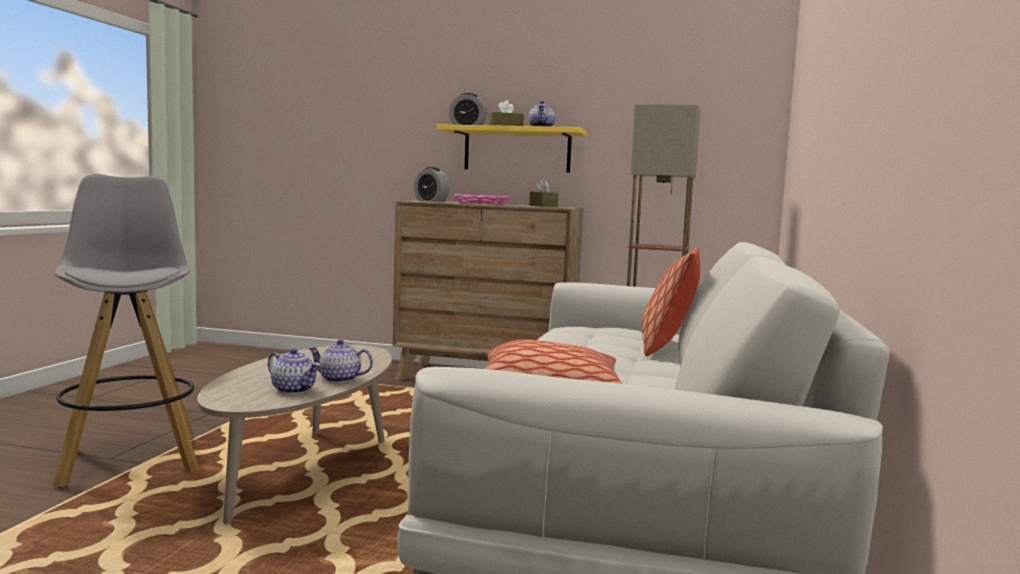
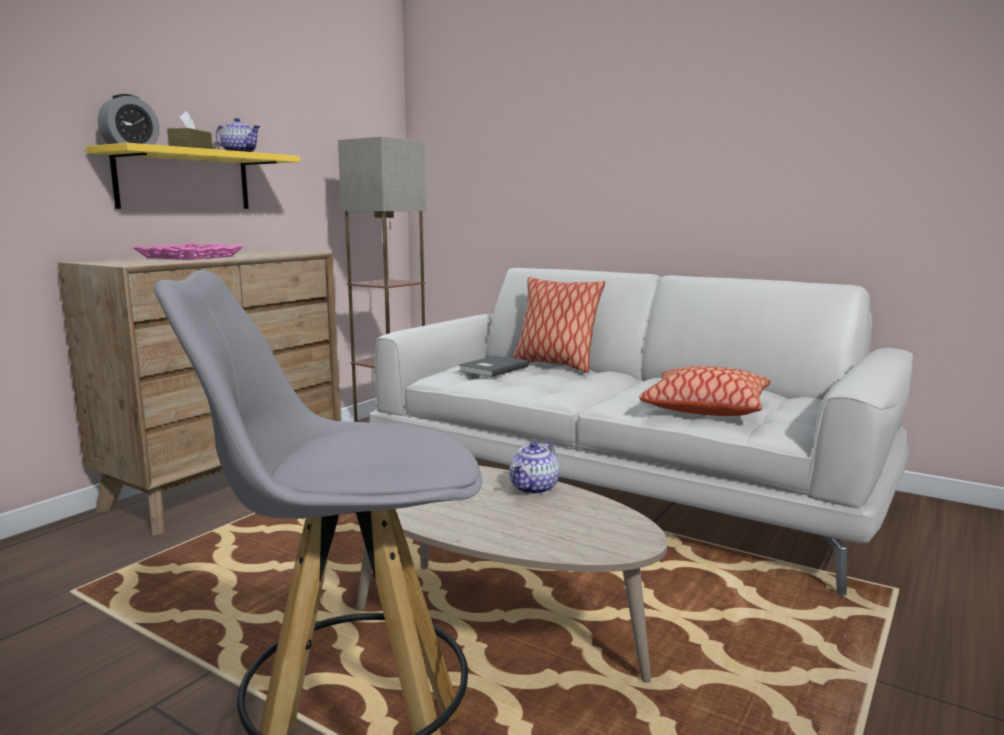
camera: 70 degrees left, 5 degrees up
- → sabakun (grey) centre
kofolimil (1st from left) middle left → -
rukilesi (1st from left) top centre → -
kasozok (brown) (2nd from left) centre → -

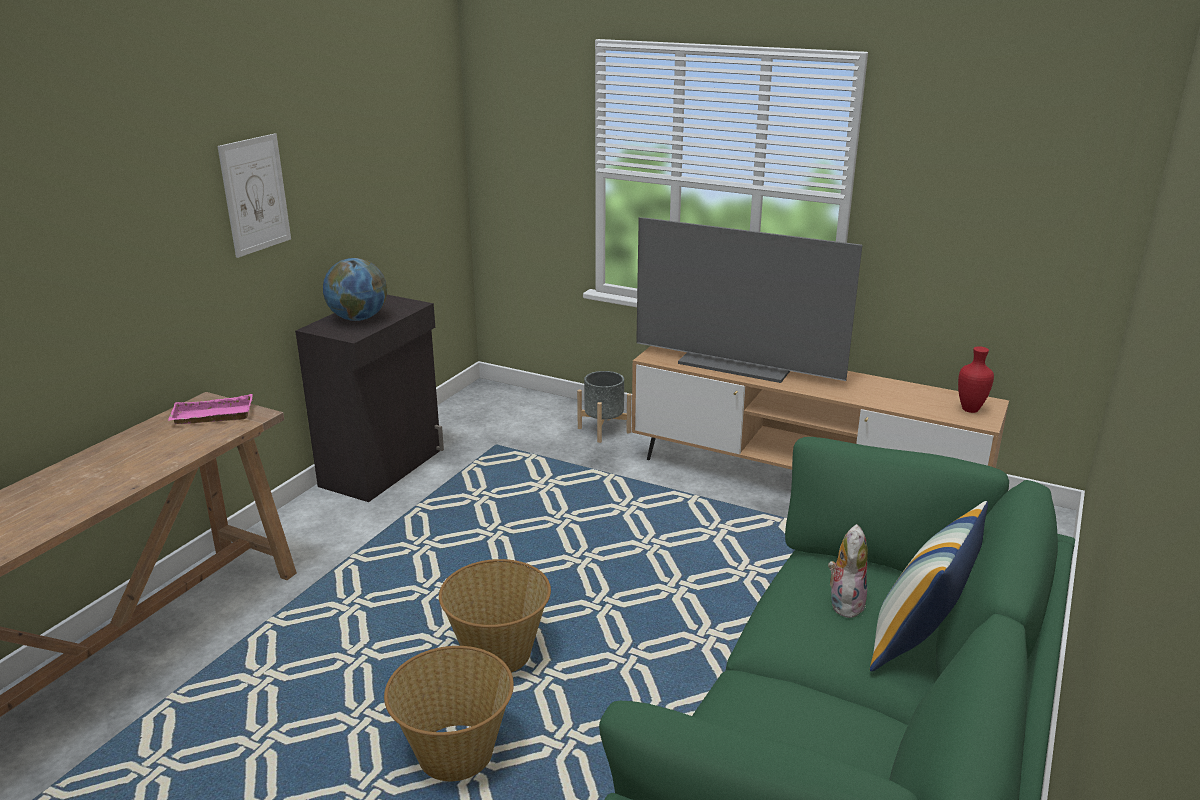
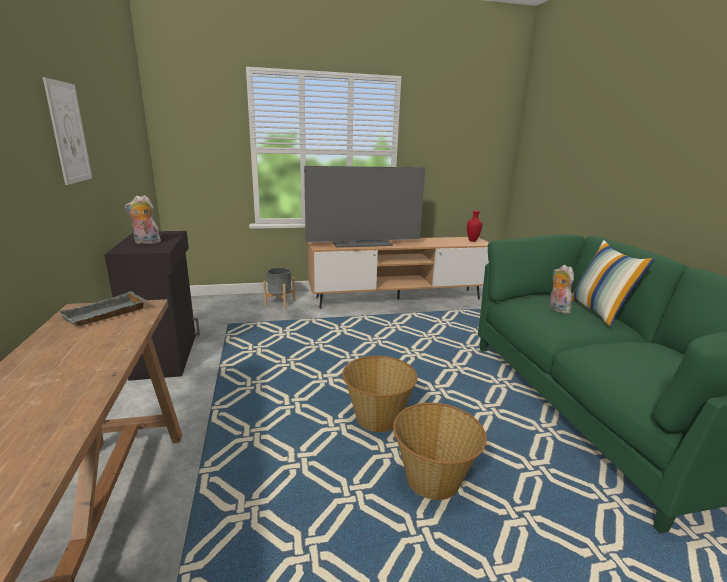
camera: 40 degrees left, 5 degrees down
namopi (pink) middle left → namopi (grey) middle left
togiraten middle left → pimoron (1st from left) middle left

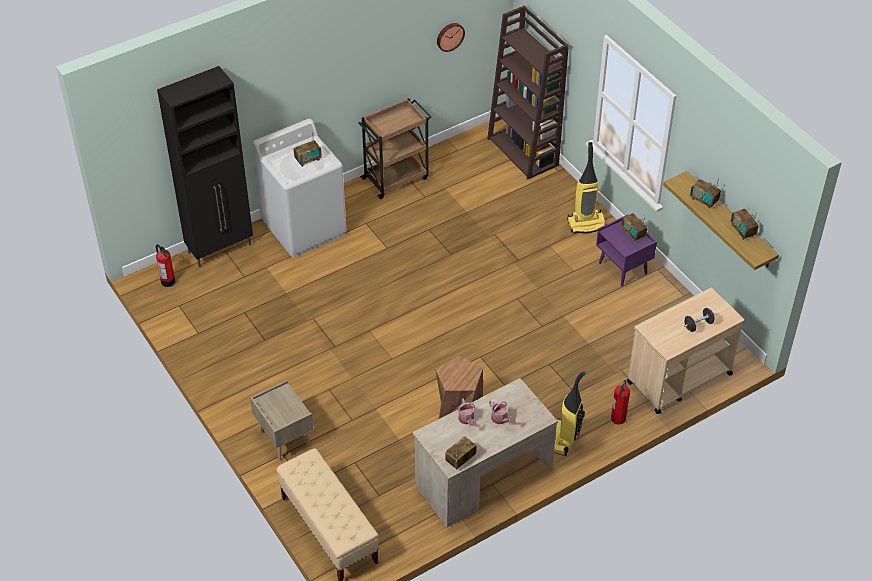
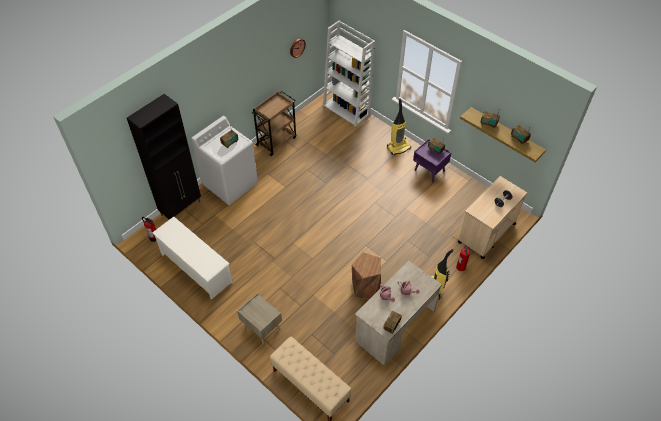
camera: 15 degrees left, 5 degrees up
- → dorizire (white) middle left
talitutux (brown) top centre → talitutux (white) top centre

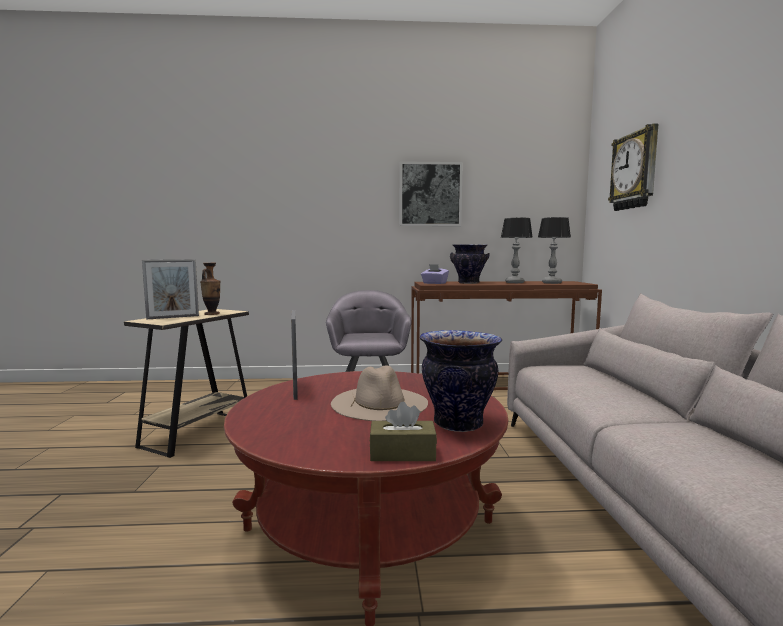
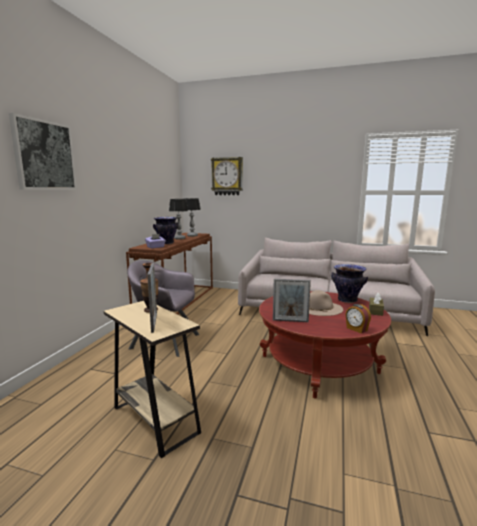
camera: 70 degrees left, 5 degrees up
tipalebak top centre → tipalebak top left, move
- → rukilesi middle right

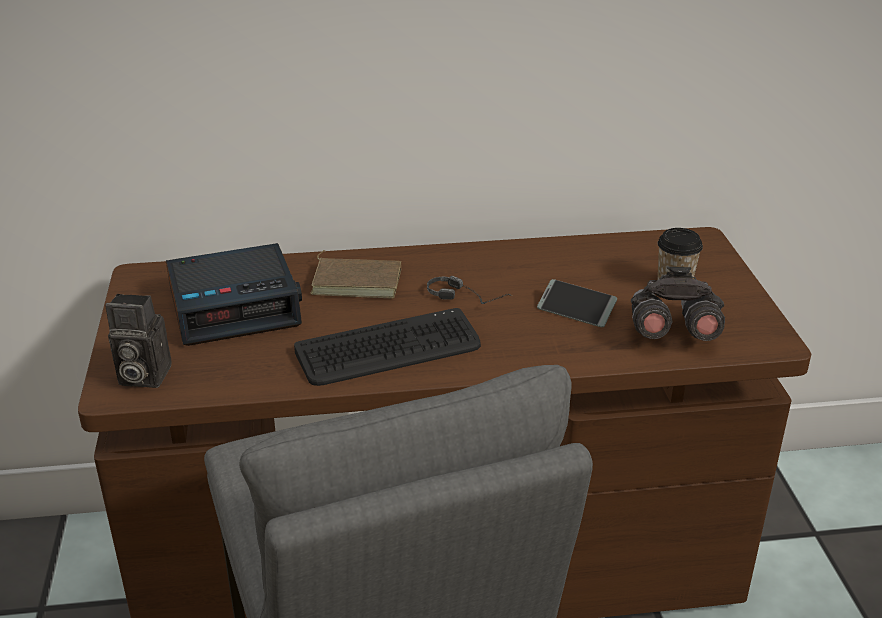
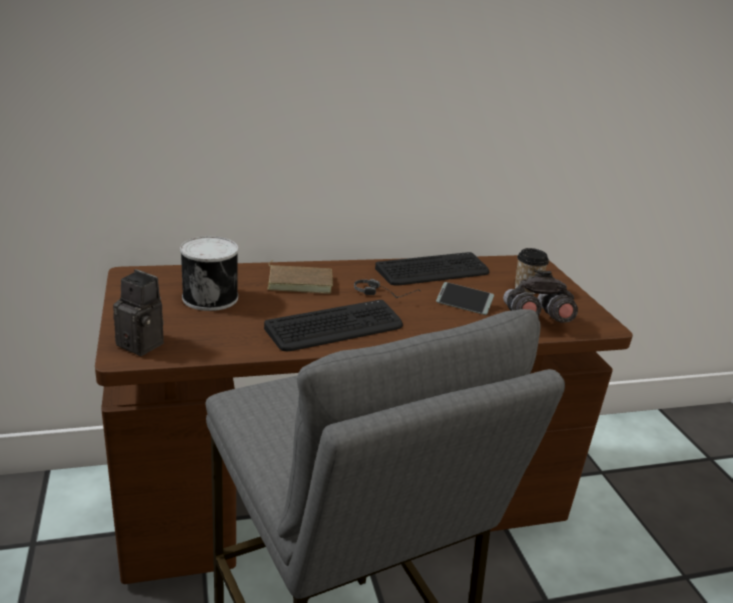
camera: 10 degrees left, 5 degrees down
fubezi middle left, 150 degrees counterclockwise
rukilesi middle left → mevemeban middle left
- → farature (2nd from left) centre

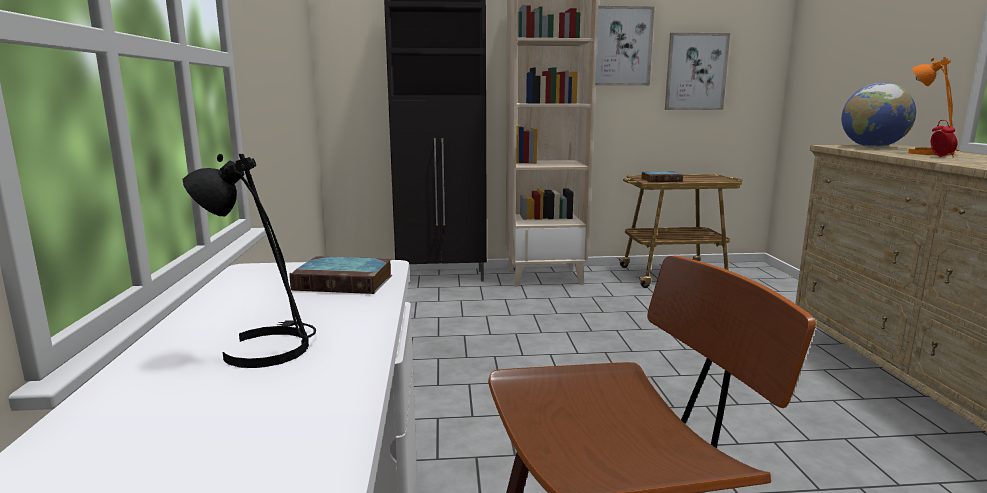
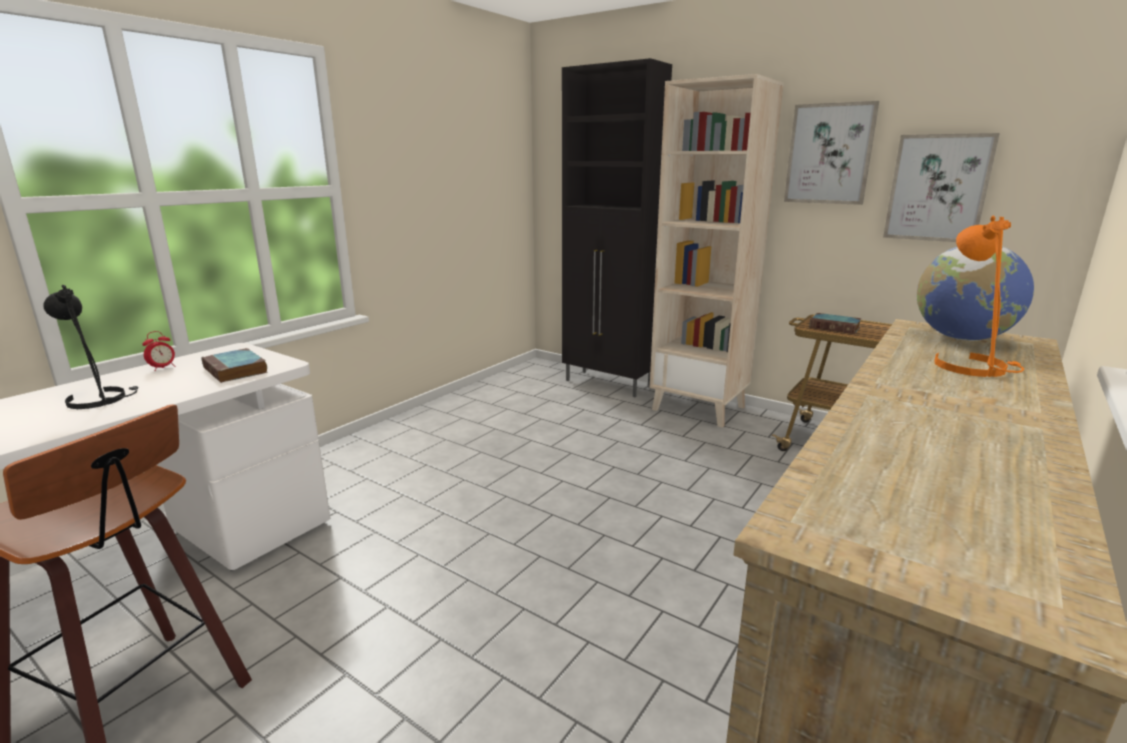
camera: 40 degrees right, 5 degrees up
rukilesi top right → rukilesi middle left, move

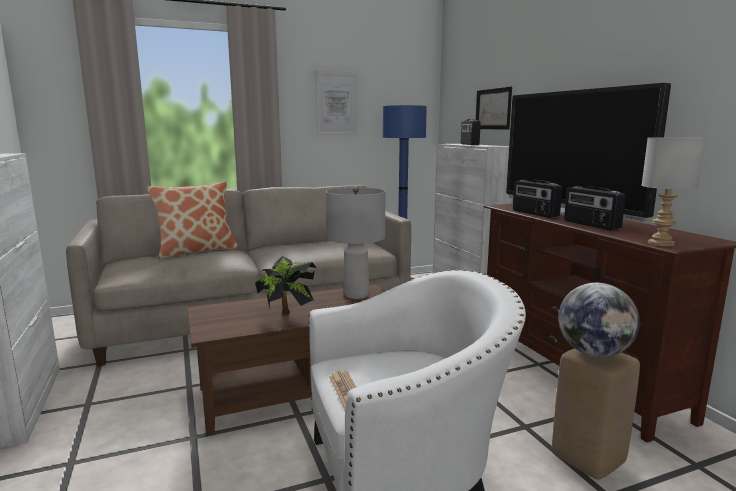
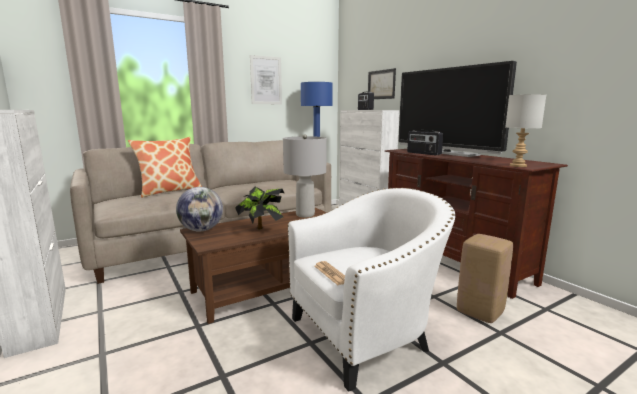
camera: 10 degrees left, 0 degrees up
togiraten middle right → togiraten middle left, move
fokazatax (3rd from left) middle right → -

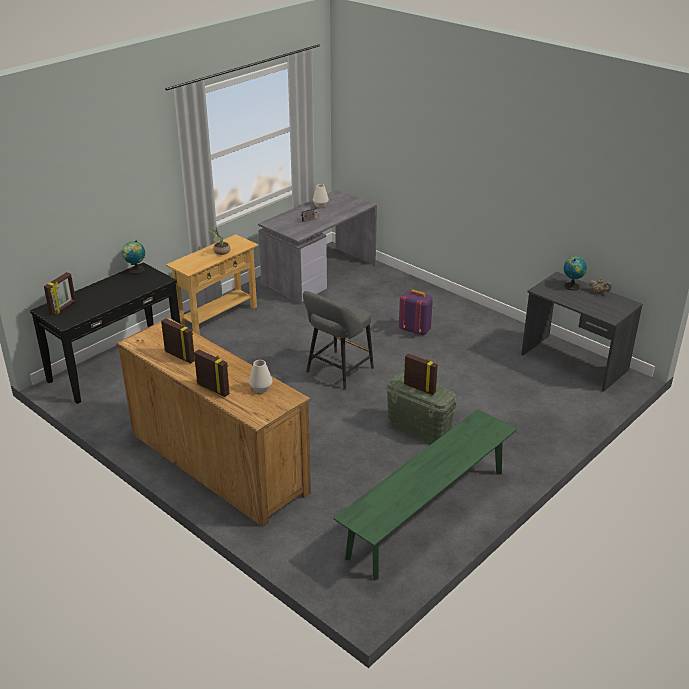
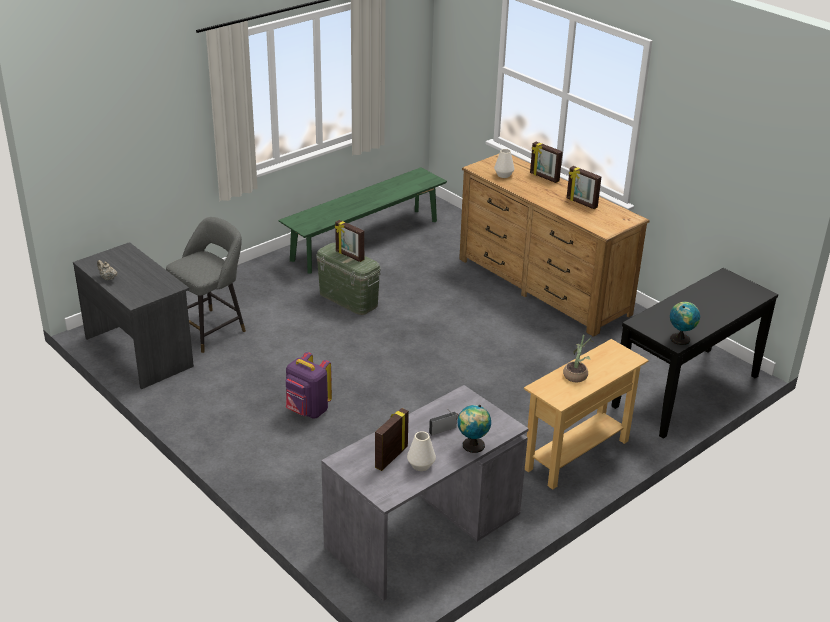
camera: 175 degrees left, 0 degrees up
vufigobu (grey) centre → vufigobu (grey) middle left, move
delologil (1st from left in the first image) middle left → delologil (2nd from left) bottom centre, move
togiraten (2nd from left in the first image) middle right → togiraten (1st from left) bottom centre, move

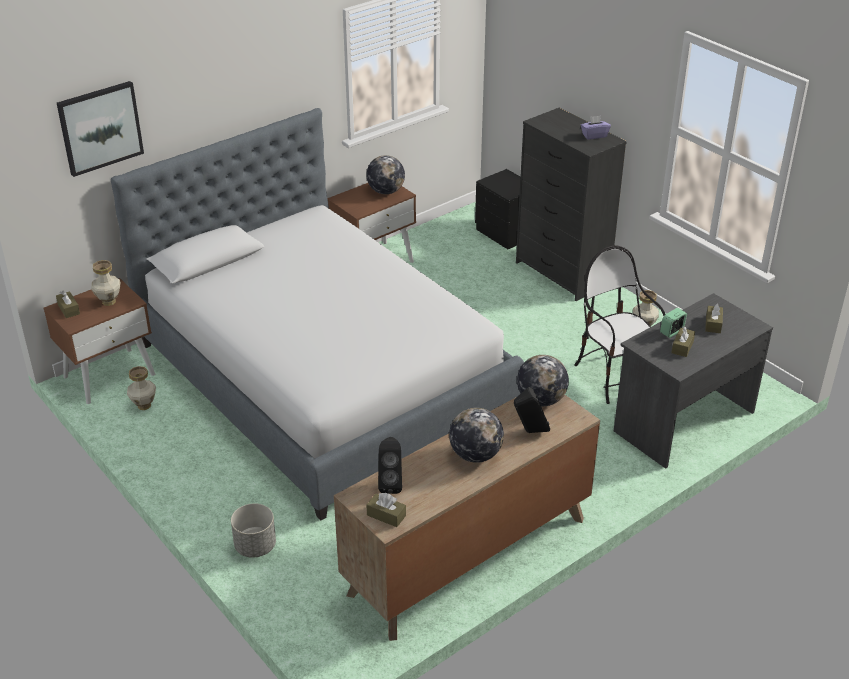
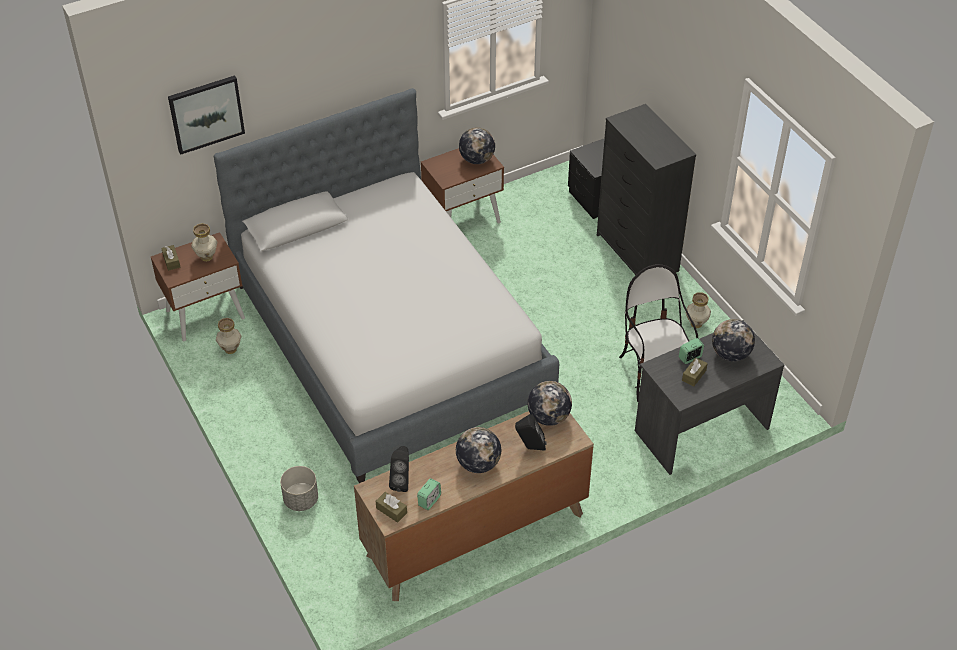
camera: 10 degrees right, 10 degrees up
- → rukilesi (1st from left) bottom centre
kasozok (brown) (4th from left) middle right → togiraten (4th from left) middle right
kasozok (purple) top right → -

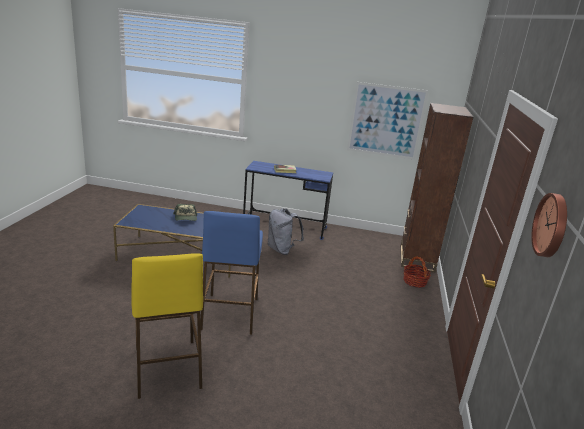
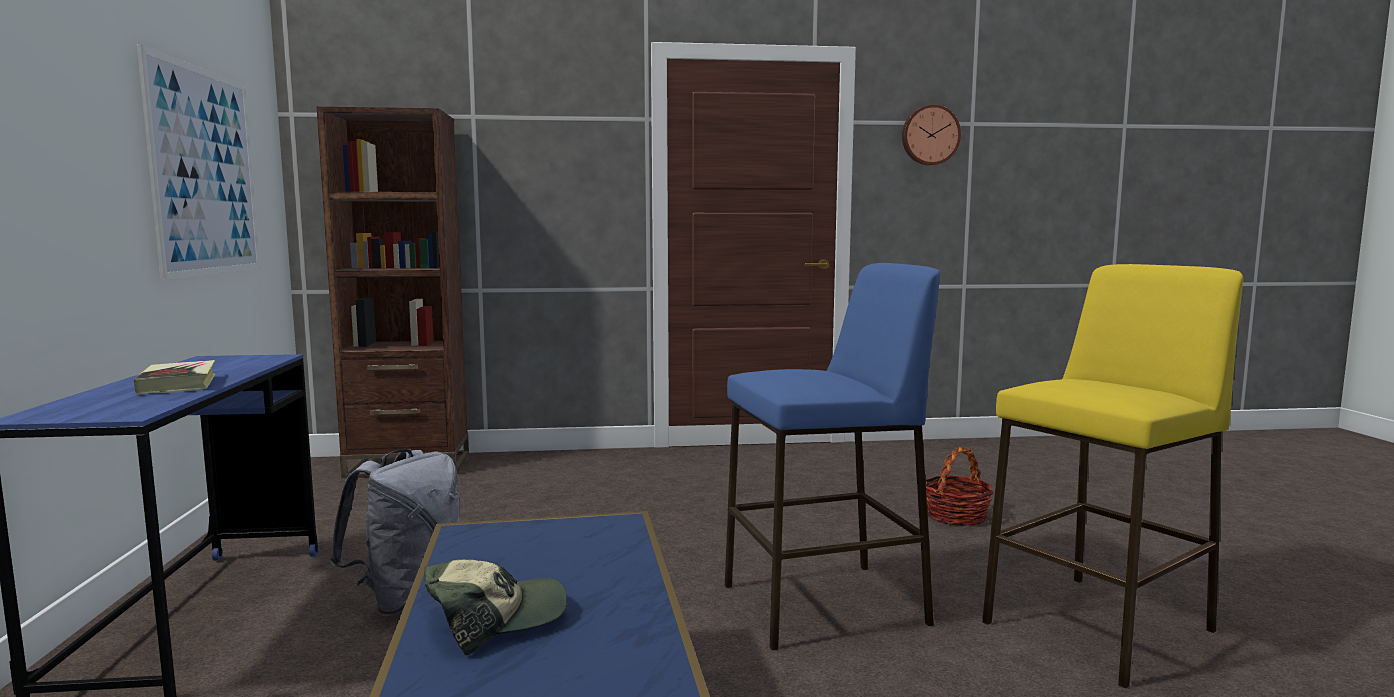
camera: 105 degrees left, 15 degrees down
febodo middle right → febodo bottom right, move

